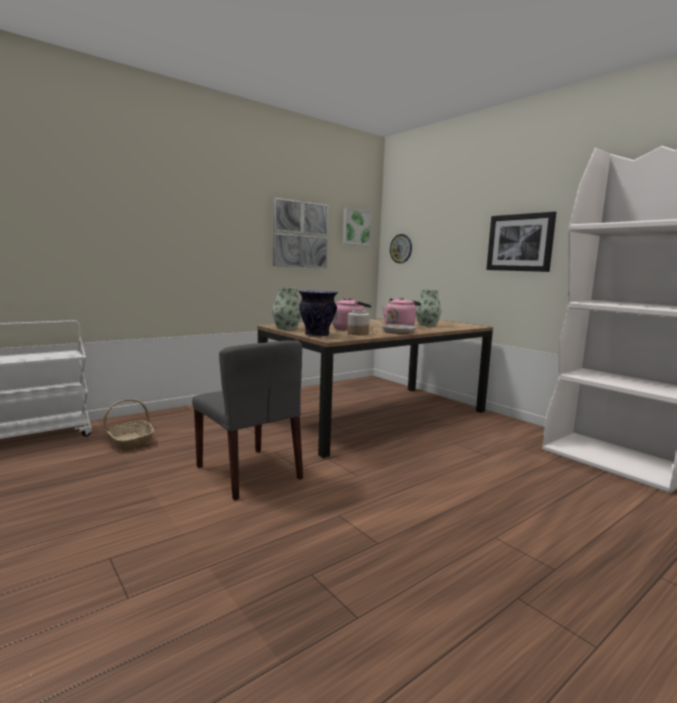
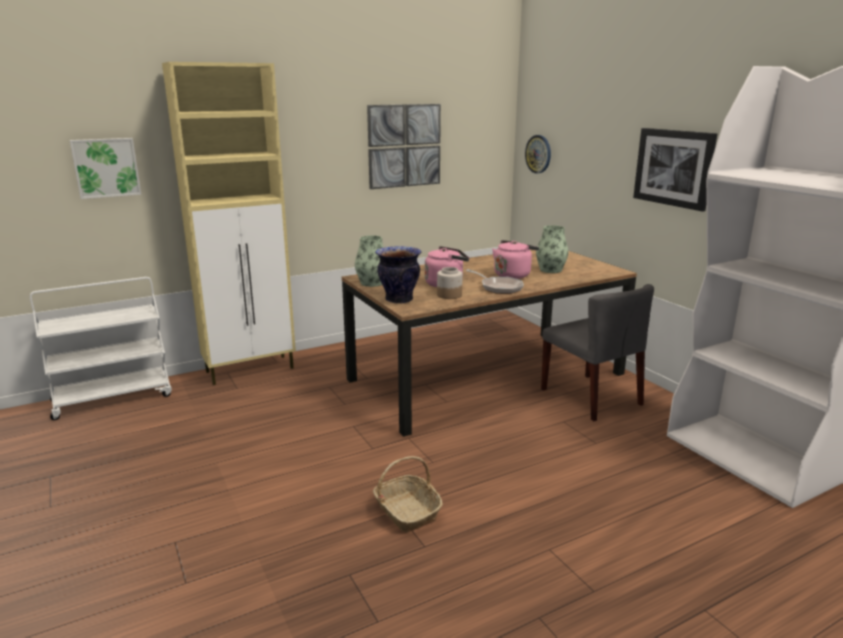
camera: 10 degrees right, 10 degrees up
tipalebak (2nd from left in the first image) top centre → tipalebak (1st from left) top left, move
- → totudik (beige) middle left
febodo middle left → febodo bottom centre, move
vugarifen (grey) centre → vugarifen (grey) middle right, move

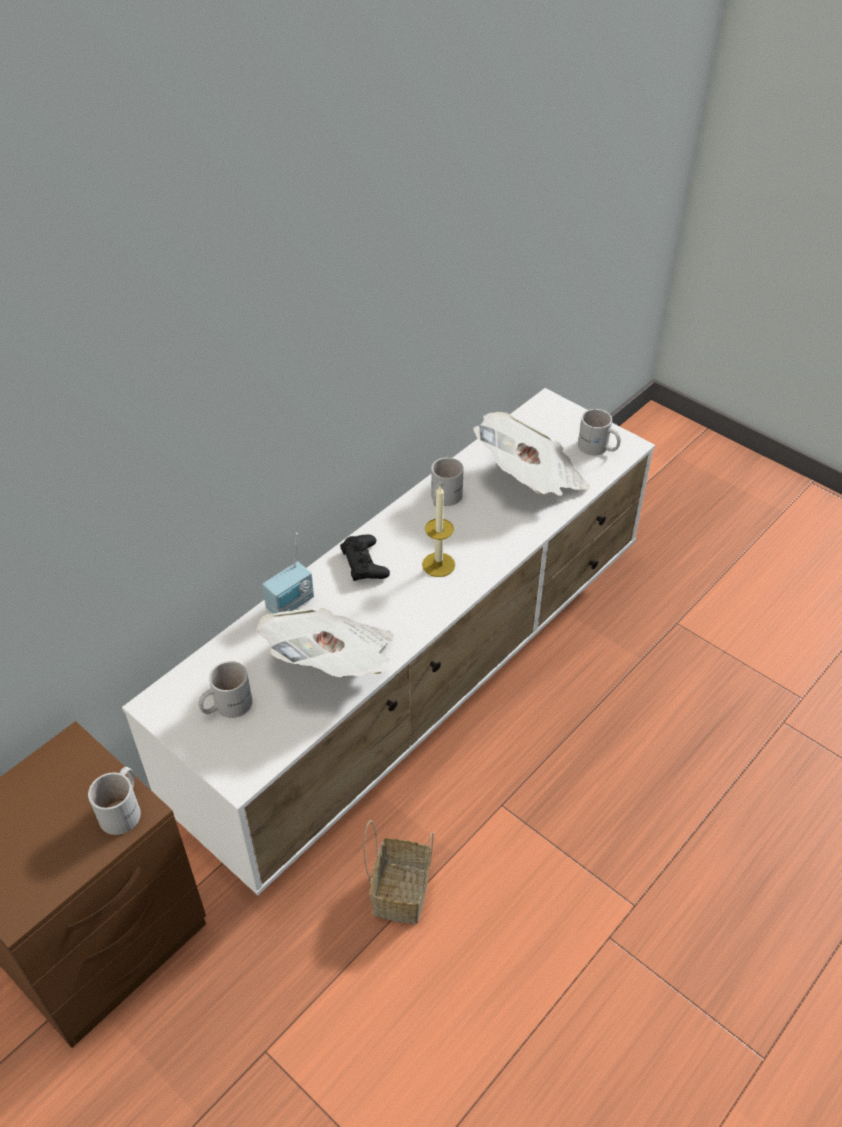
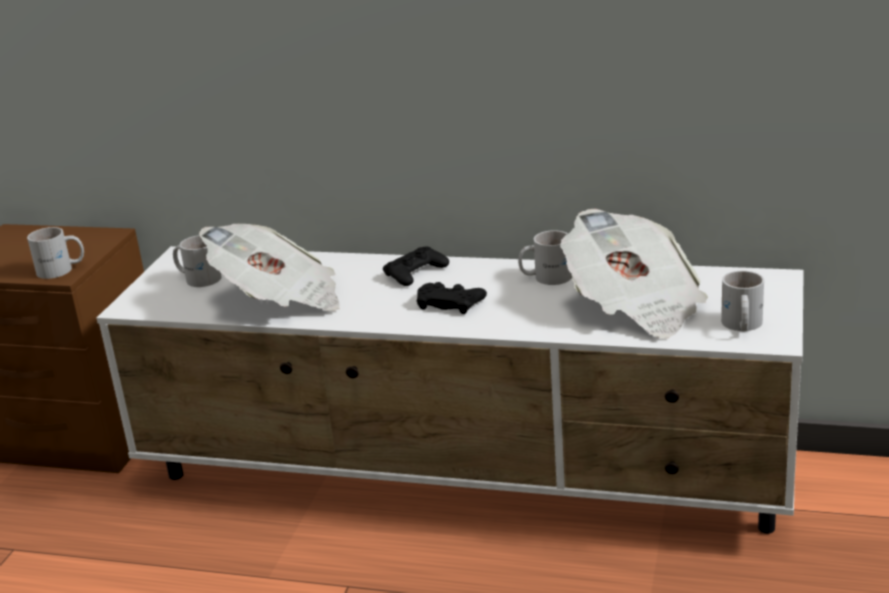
camera: 65 degrees right, 20 degrees down
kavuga centre → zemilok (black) (2nd from left) centre
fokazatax centre → -
febodo bottom centre → -

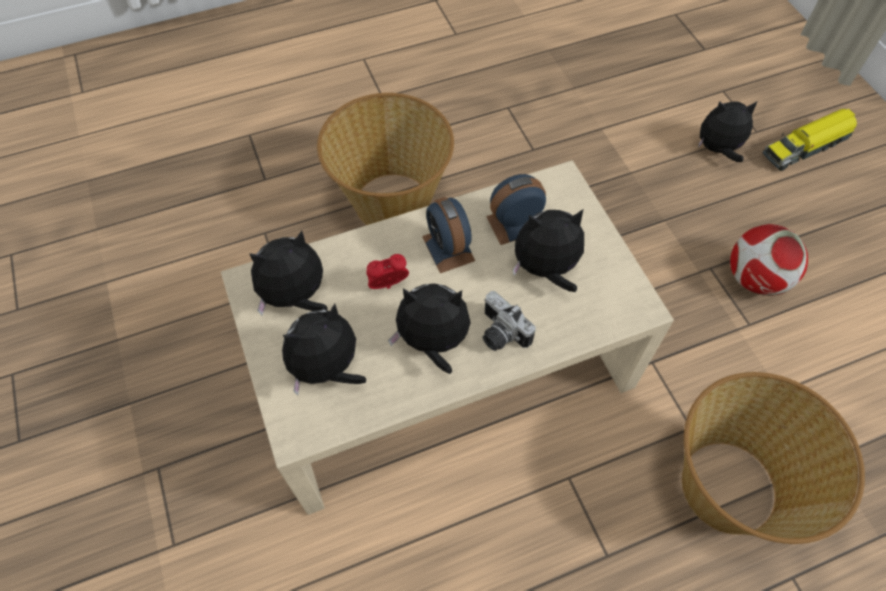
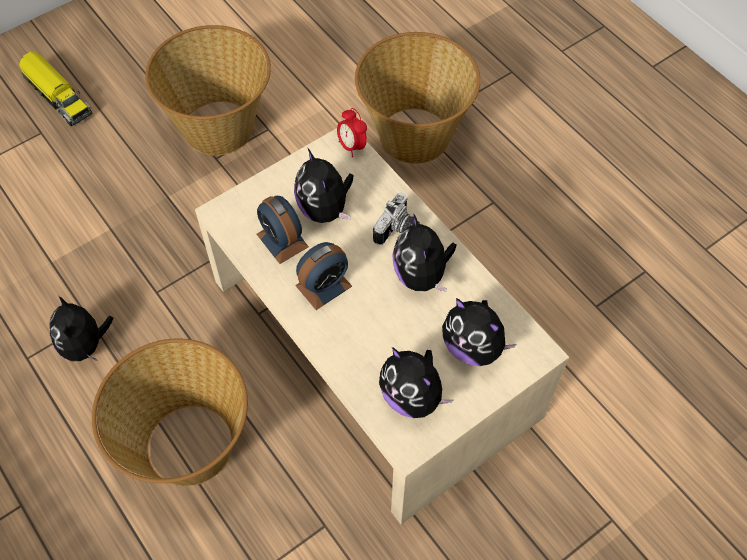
camera: 105 degrees left, 0 degrees up
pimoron (5th from left in the first image) top right → pimoron (1st from left) middle left, move
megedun middle right → febodo (2nd from left) top left
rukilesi (1st from left in the first image) centre → rukilesi (3rd from left) top centre, move

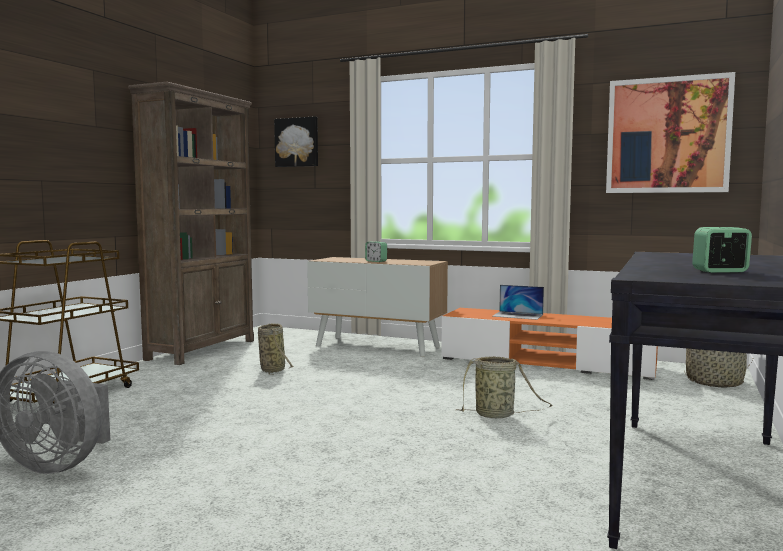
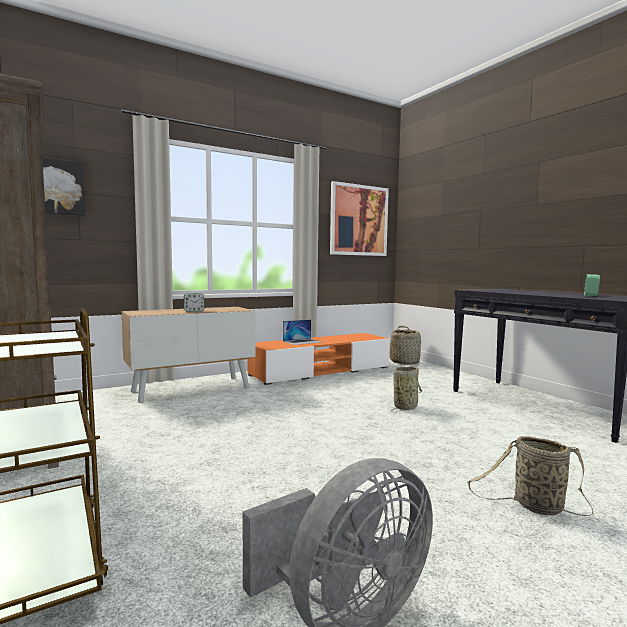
camera: 55 degrees left, 0 degrees up
febodo (1st from left in the first image) centre → febodo (3rd from left) bottom right, move

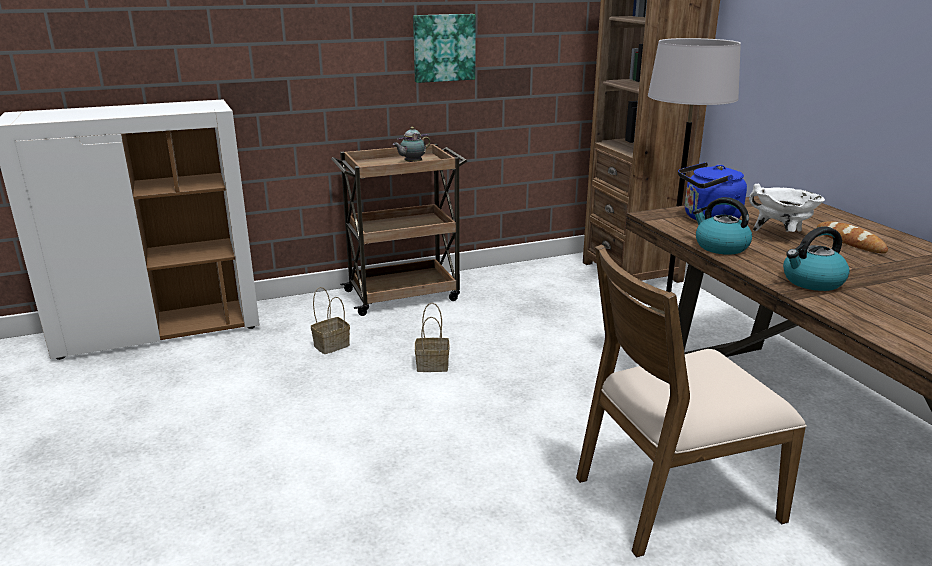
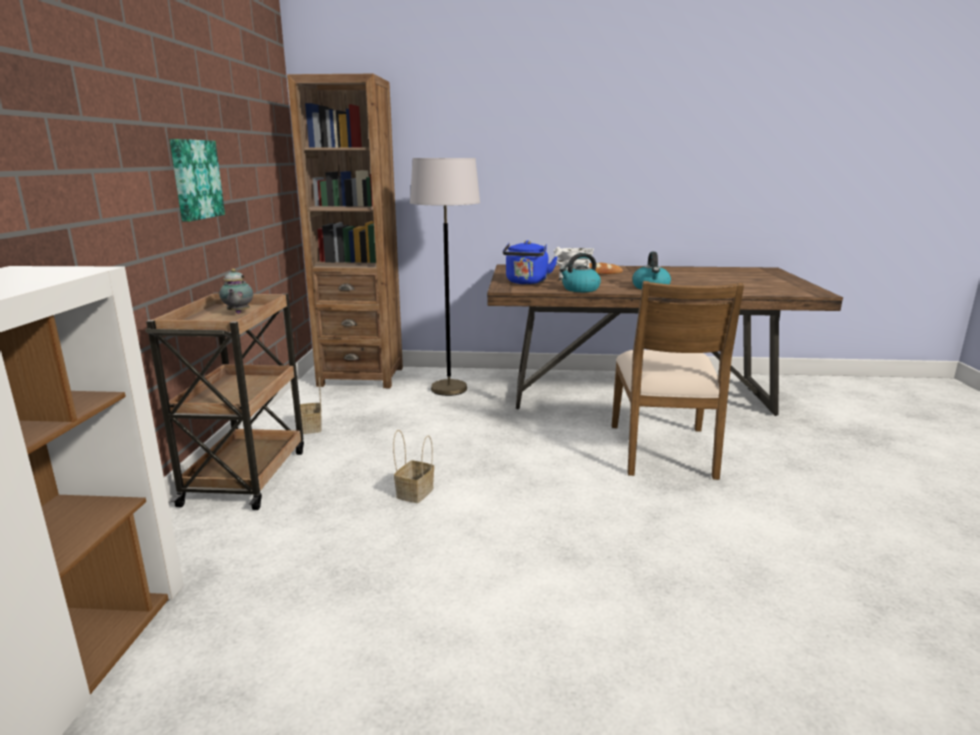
camera: 65 degrees left, 5 degrees down
febodo (1st from left) centre → febodo (1st from left) middle left, move

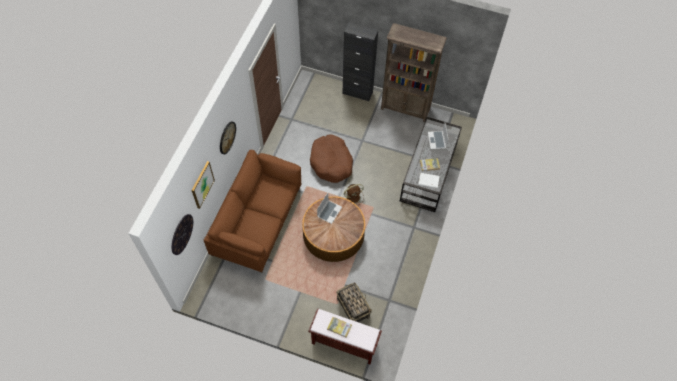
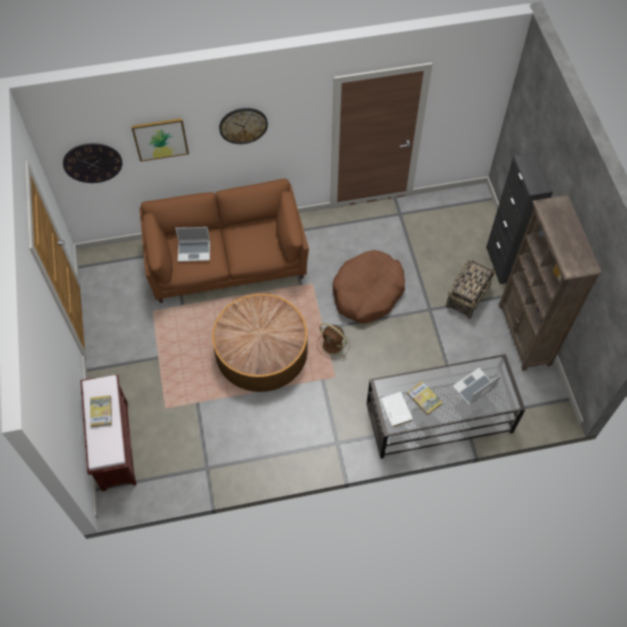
camera: 60 degrees right, 0 degrees up
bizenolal (1st from left) centre → bizenolal (1st from left) middle left, move
febodo bottom centre → febodo middle right, move

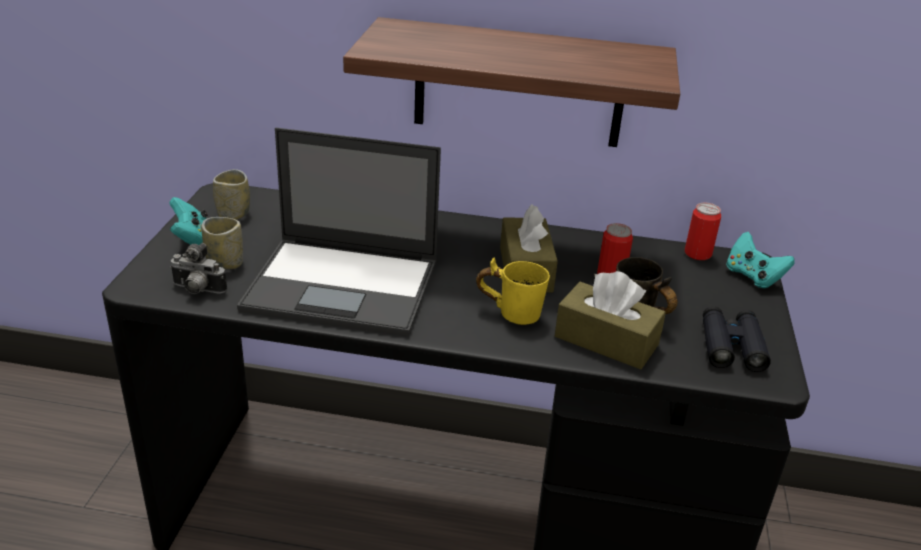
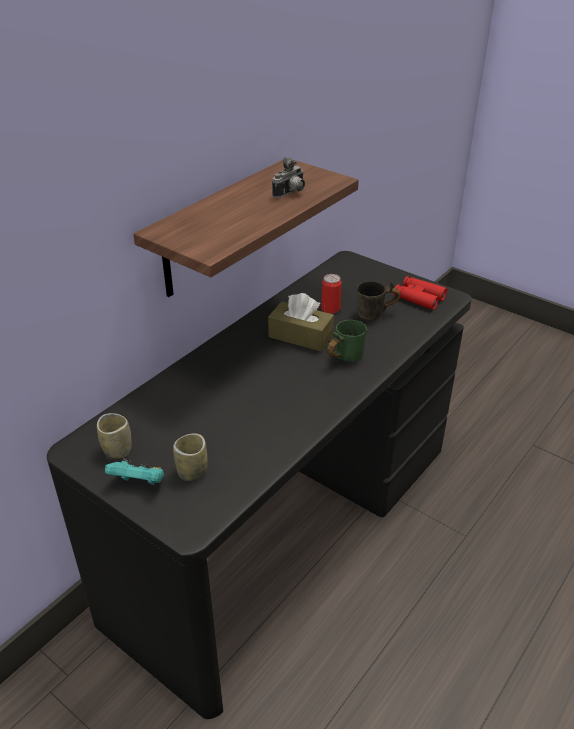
camera: 60 degrees left, 5 degrees up
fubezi middle left → fubezi top centre, move
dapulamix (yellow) centre → dapulamix (green) centre
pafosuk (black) middle right → pafosuk (red) middle right
bizenolal centre → -
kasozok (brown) (2nd from left) centre → -
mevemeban (2nd from left) middle right → -
zemilok (turquoise) (2nd from left) middle right → -

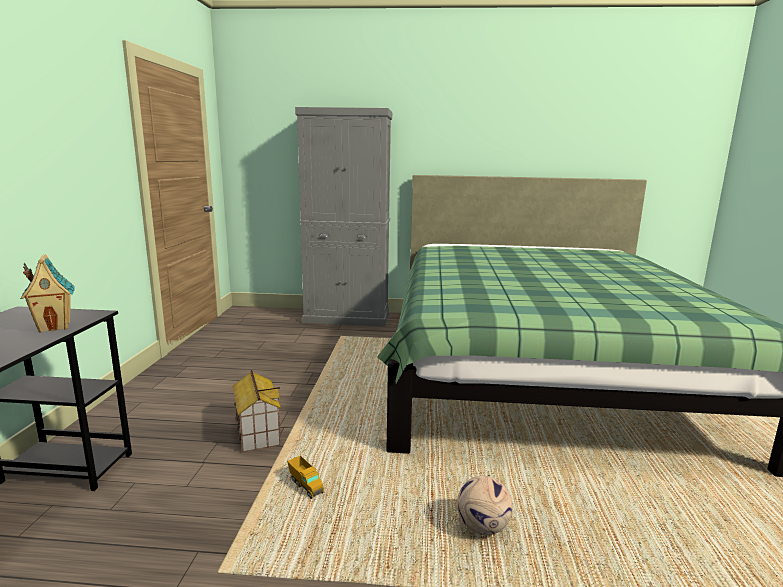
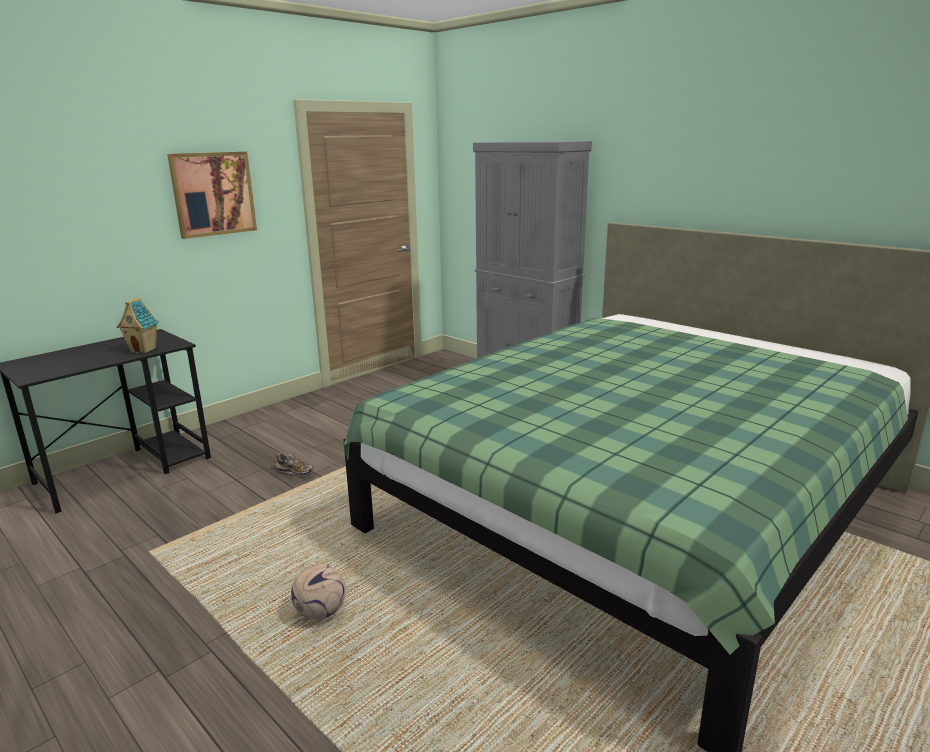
camera: 40 degrees right, 5 degrees up
- → tipalebak top left
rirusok (2nd from left) bottom left → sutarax middle left
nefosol bottom centre → -

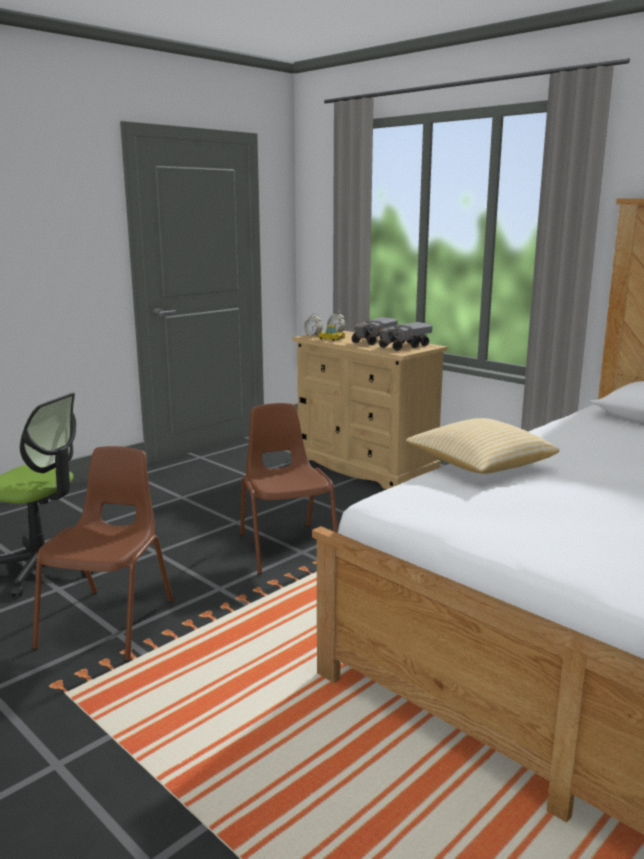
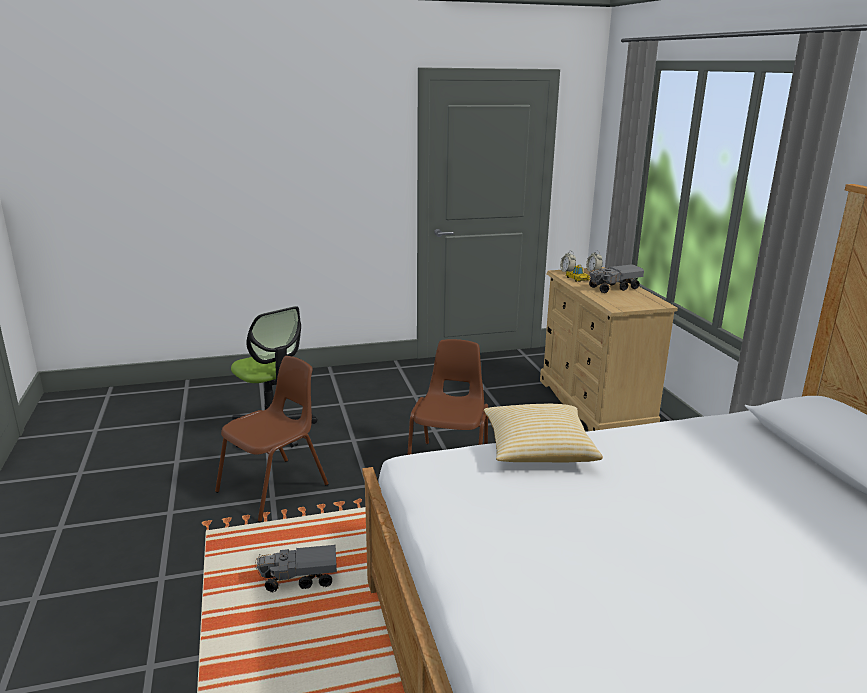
camera: 30 degrees right, 5 degrees up
nefosol (2nd from left in the first image) centre → nefosol (1st from left) bottom centre, move

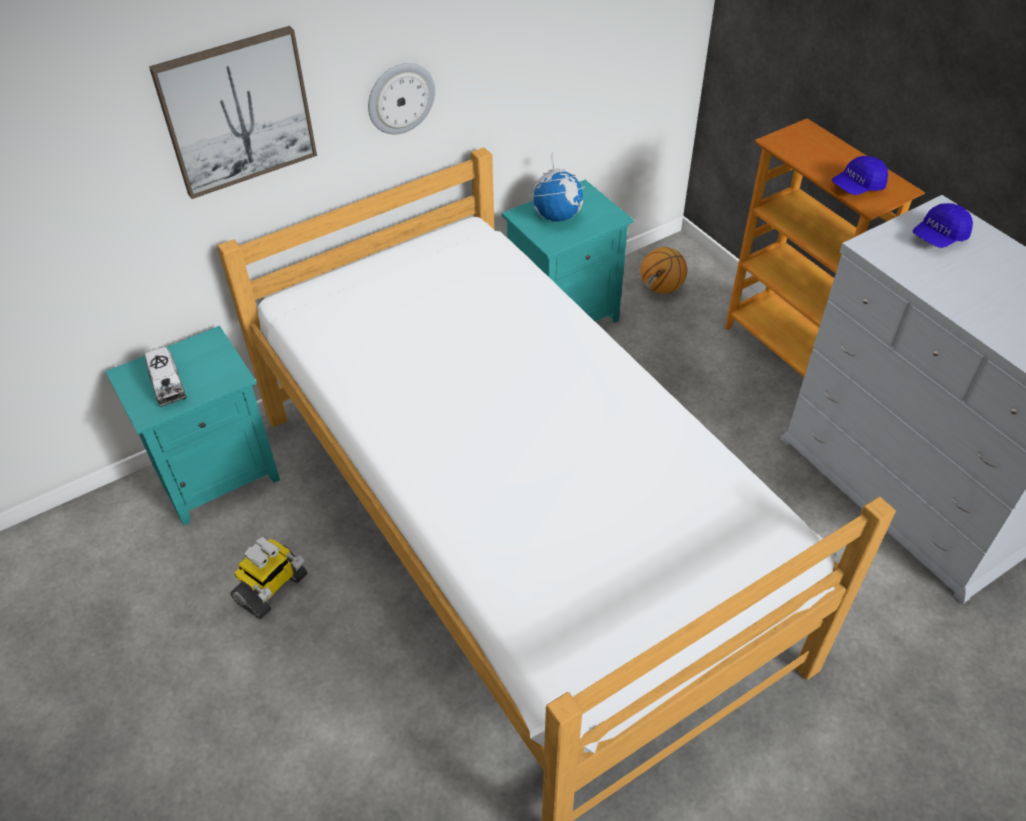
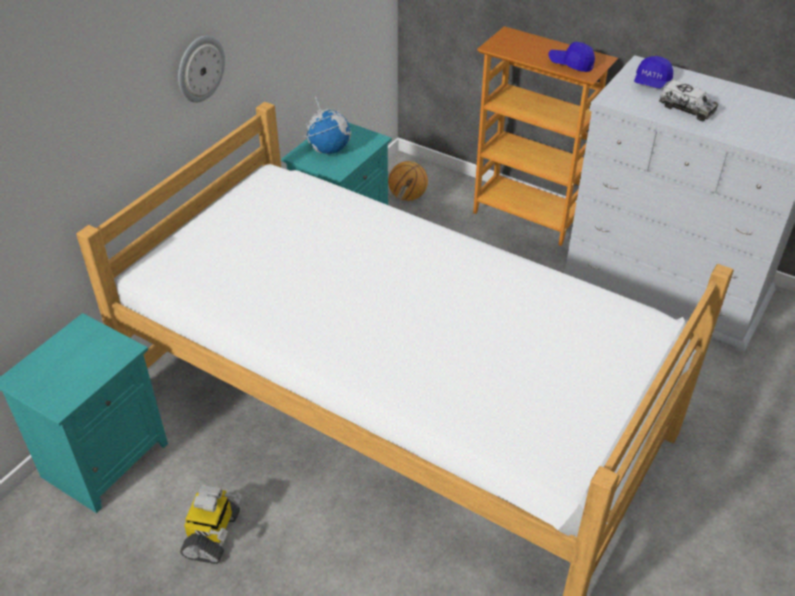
camera: 25 degrees left, 5 degrees down
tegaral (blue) (1st from left) top right, 75 degrees clockwise
nefosol middle left → nefosol top right, move
tipalebak top left → -

